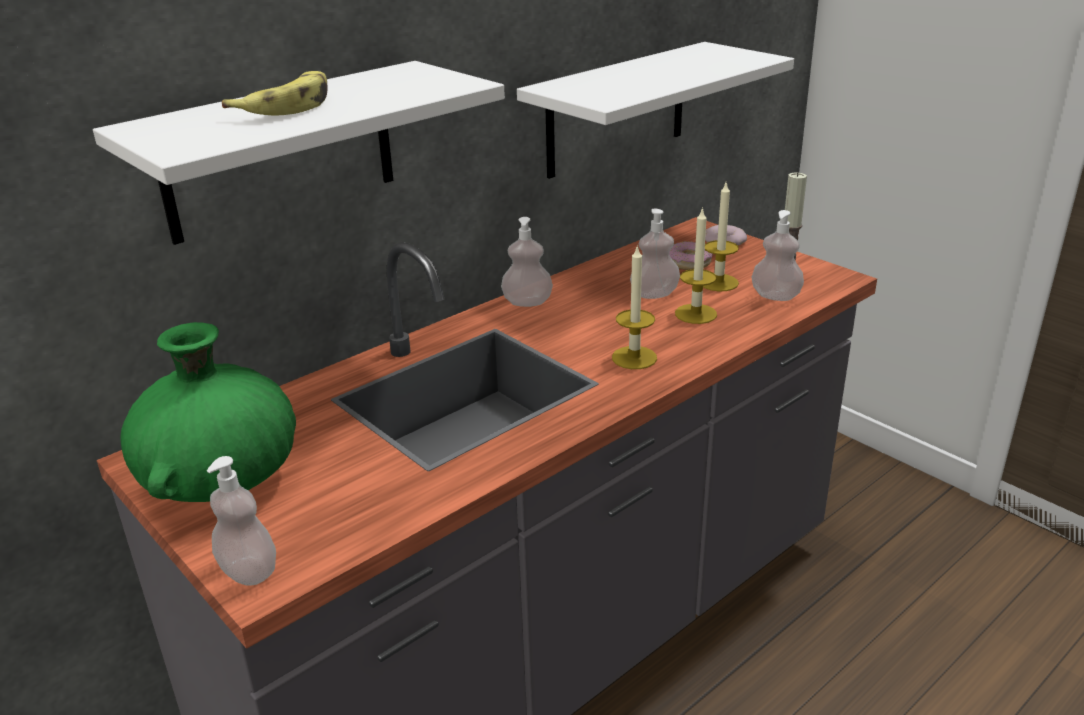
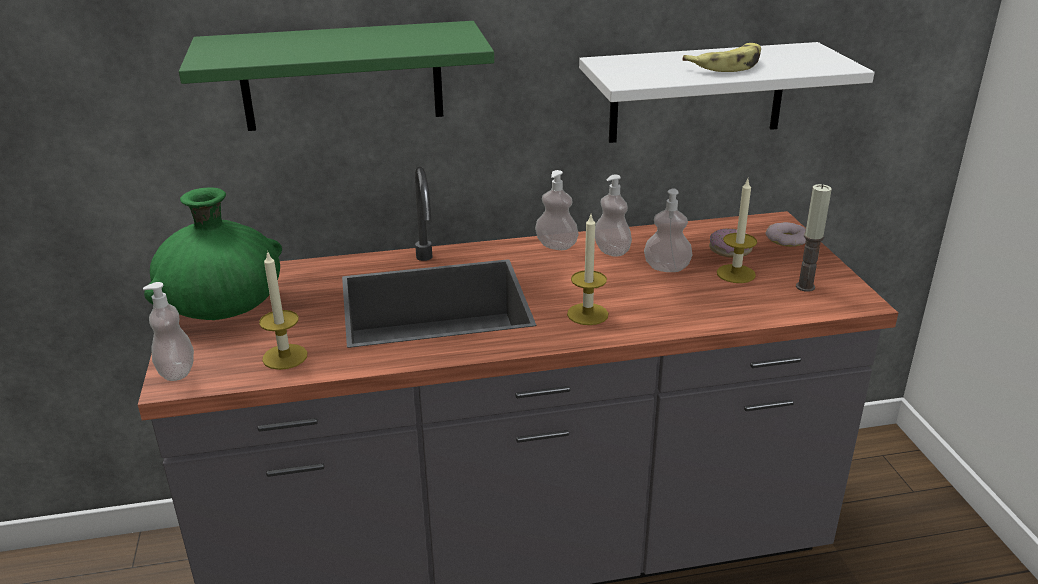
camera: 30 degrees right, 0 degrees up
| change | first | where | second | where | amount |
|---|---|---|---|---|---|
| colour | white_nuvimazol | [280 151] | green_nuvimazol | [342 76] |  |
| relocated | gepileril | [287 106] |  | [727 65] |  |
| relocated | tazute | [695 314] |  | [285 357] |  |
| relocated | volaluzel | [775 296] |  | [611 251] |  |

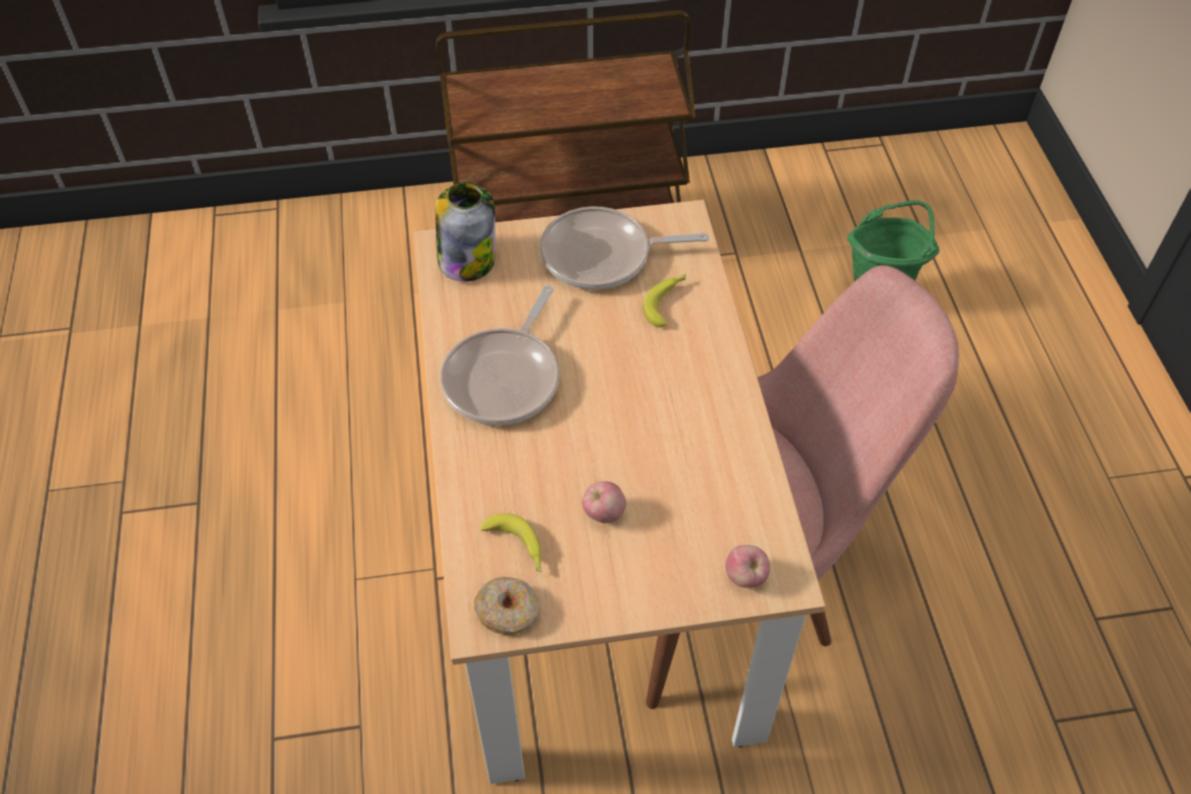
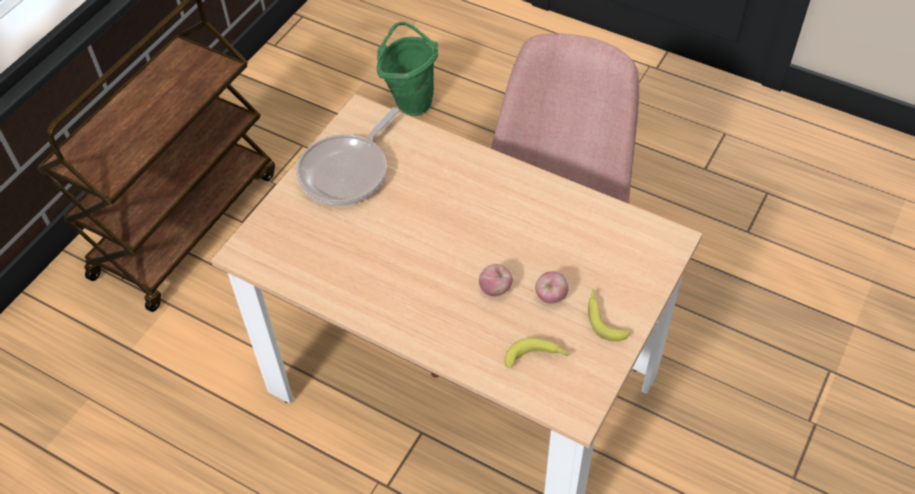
camera: 50 degrees left, 0 degrees up
| change | first | where | second | where | amount |
|---|---|---|---|---|---|
| missing | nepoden | [467 259] |  |  |  |
| relocated | gepileril | [667 302] |  | [604 318] |  |
| missing | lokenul | [505 377] |  |  |  |
| relocated | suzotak | [745 577] |  | [495 289] |  |
| missing | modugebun | [508 611] |  |  |  |

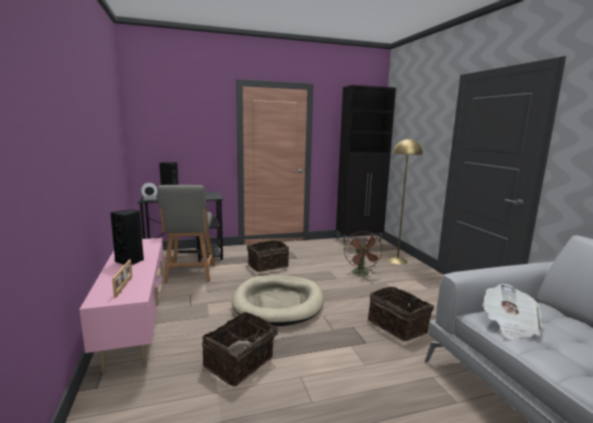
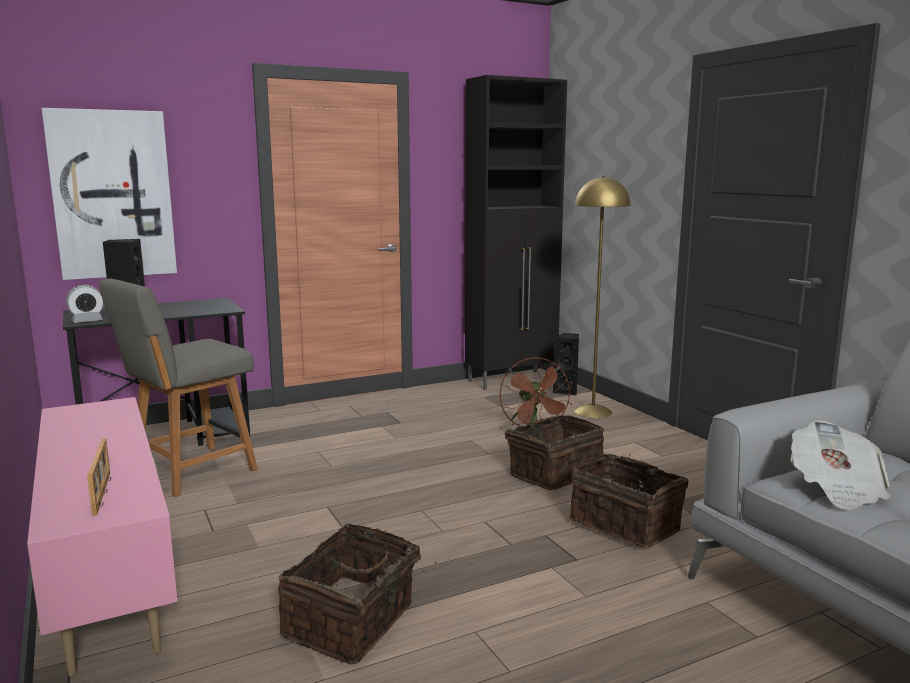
camera: 10 degrees left, 0 degrees up
| change | first | where | second | where | amount |
|---|---|---|---|---|---|
| spun | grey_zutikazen | [190 274] |  | [190 472] | 60 degrees clockwise |
| relocated | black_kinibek | [130 261] |  | [567 391] |  |
| relocated | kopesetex | [267 265] |  | [553 474] |  |
| missing | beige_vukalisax | [278 302] |  |  |  |
| appeared |  |  | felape | [112 194] |  |

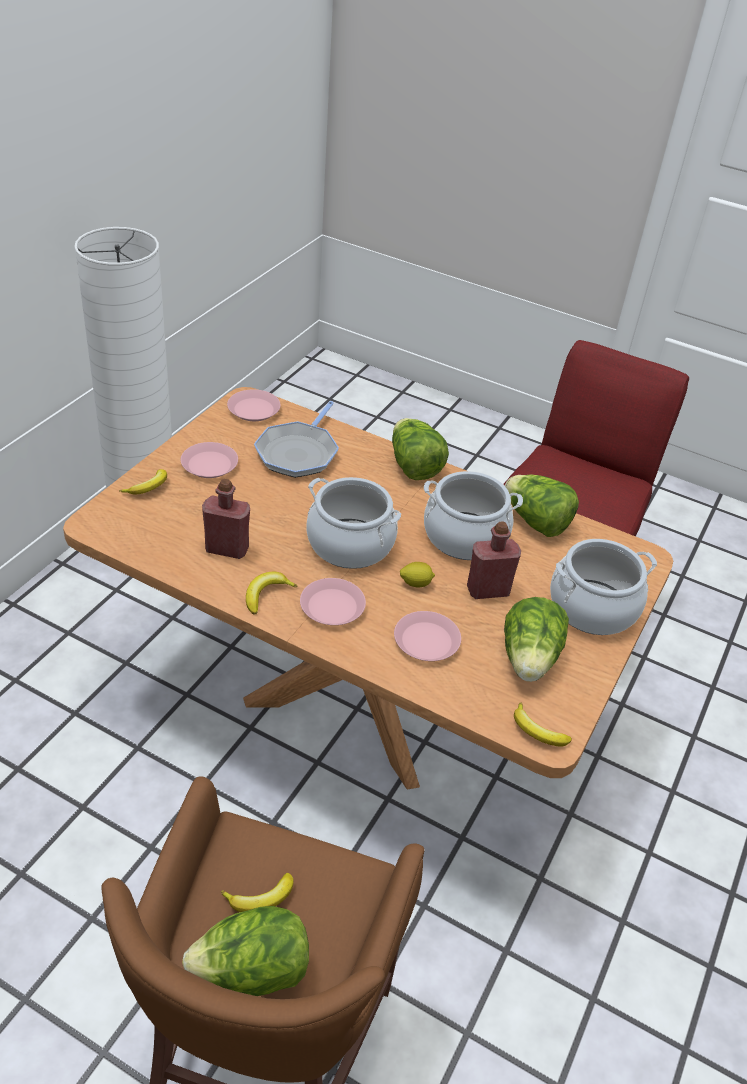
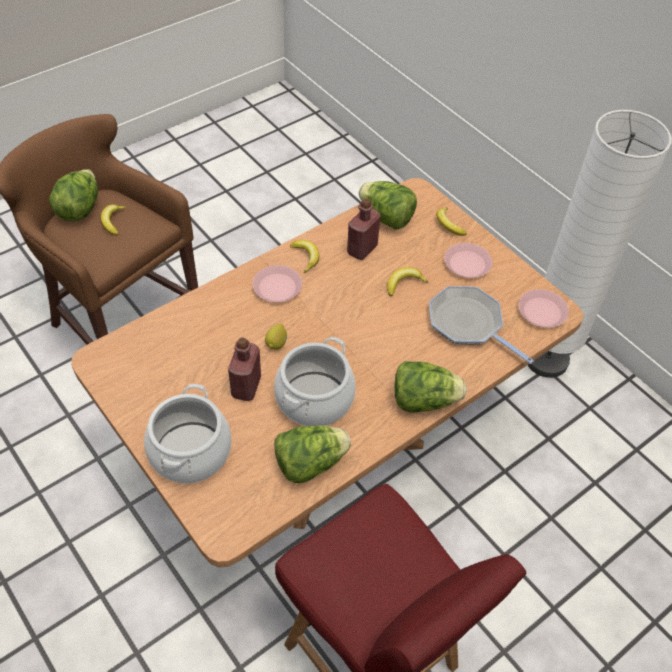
camera: 115 degrees right, 10 degrees up
| change | first | where | second | where | amount |
|---|---|---|---|---|---|
| missing | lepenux | [350 544] |  |  |  |
| relocated | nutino | [529 660] |  | [386 217] |  |
| missing | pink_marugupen | [426 641] |  |  |  |
| relocated | gepileril | [537 732] |  | [403 283] |  |

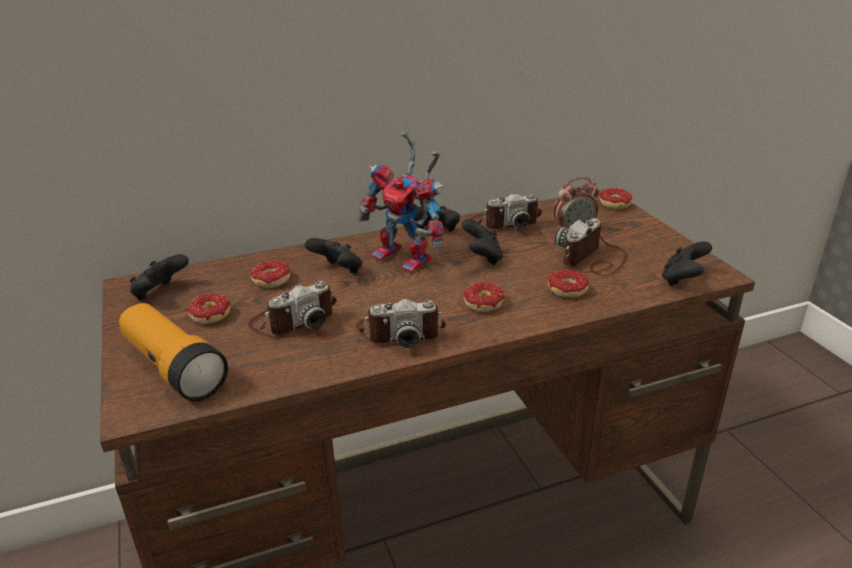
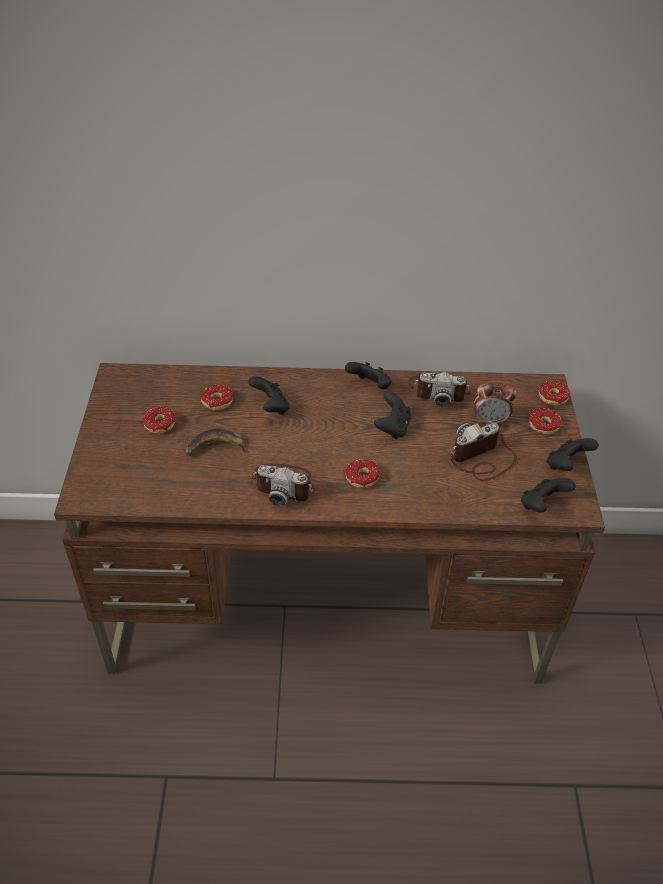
camera: 20 degrees right, 15 degrees up
| change | first | where | second | where | amount |
|---|---|---|---|---|---|
| missing | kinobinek | [409 259] |  |  |  |
| relocated | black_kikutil | [160 293] |  | [566 465] |  |
| relocated | modugebun | [565 293] |  | [540 428] |  |
| exchanged | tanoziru | [294 319] | gepileril | [215 448] |  |
| missing | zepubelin | [174 368] |  |  |  |

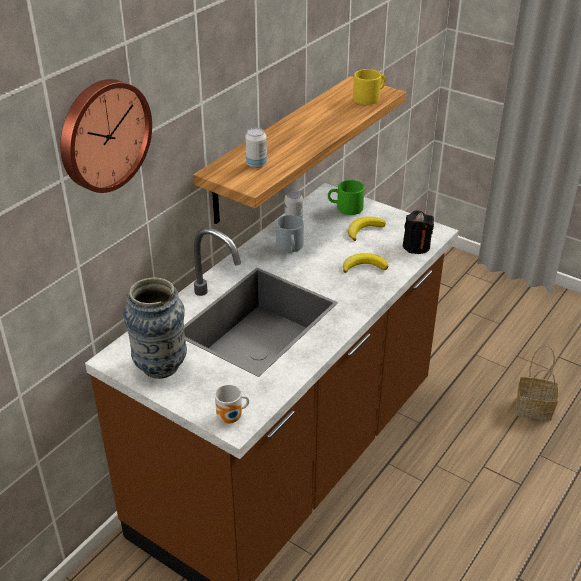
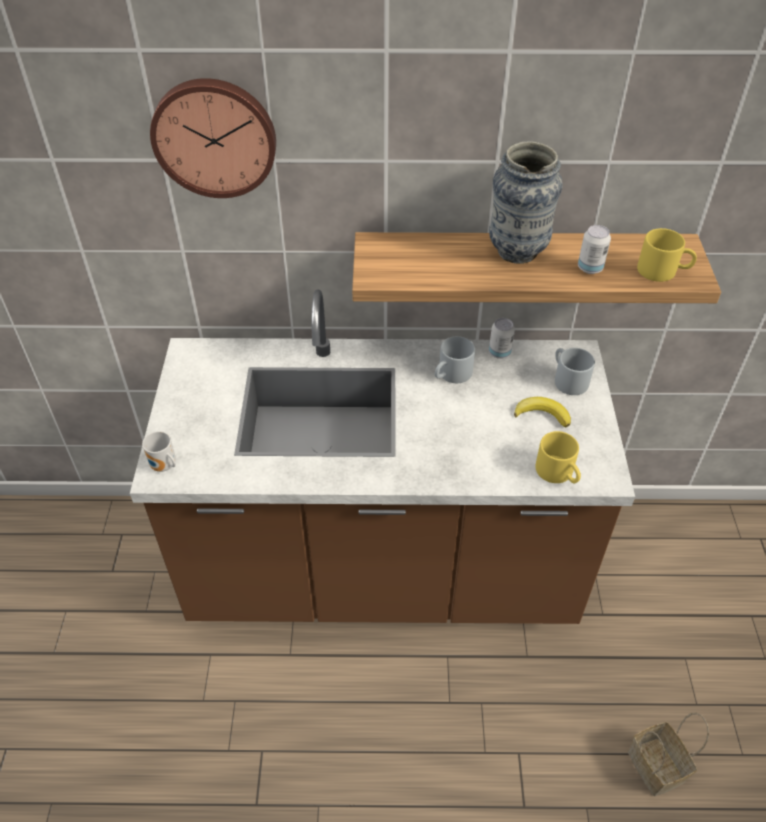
camera: 55 degrees right, 10 degrees up
| change | first | where | second | where | amount |
|---|---|---|---|---|---|
| relocated | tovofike | [256 164] |  | [590 268] |  |
| colour | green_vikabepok | [345 208] | grey_vikabepok | [567 379] |  |
| exchanged | black_tazute | [416 246] | yellow_vikabepok | [559 473] |  |
| missing | gepileril | [364 266] |  |  |  |
| relocated | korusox | [161 367] |  | [517 252] |  |

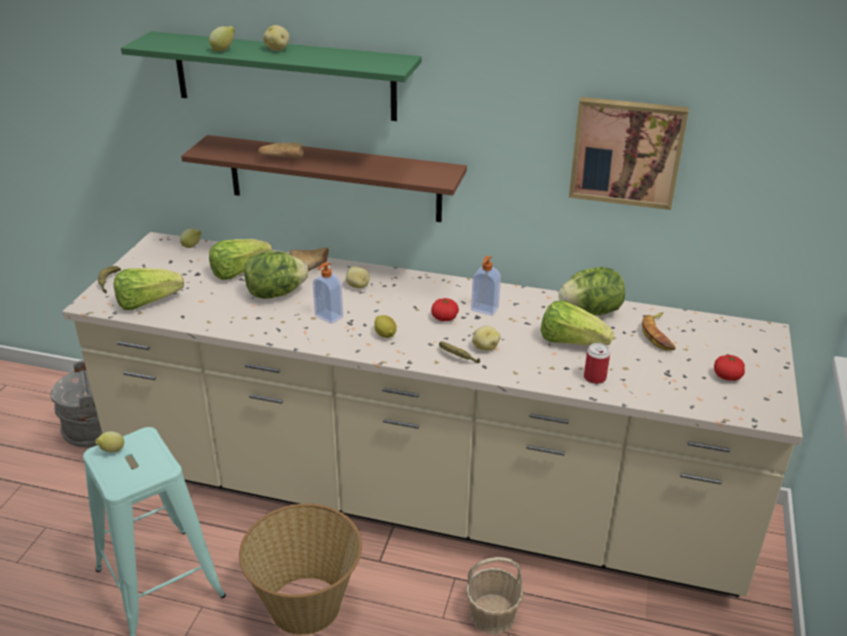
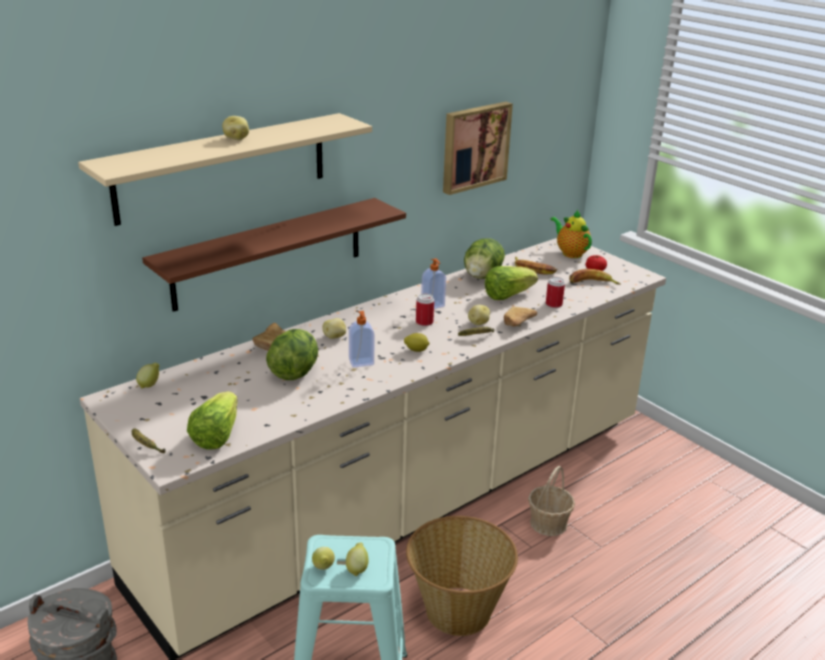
camera: 55 degrees left, 5 degrees down
| change | first | where | second | where | amount |
|---|---|---|---|---|---|
| relocated | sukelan | [223 50] |  | [357 568] |  |
| colour | green_nuvimazol | [284 76] | beige_nuvimazol | [222 167] |  |
| relocated | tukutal | [281 159] |  | [516 324] |  |
| missing | nutino | [239 272] |  |  |  |
| exchanged | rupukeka | [444 318] | tovofike | [424 322] |  |
| appeared |  |  | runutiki | [570 253] |  |
| appeared |  |  | gepileril | [592 283] |  |

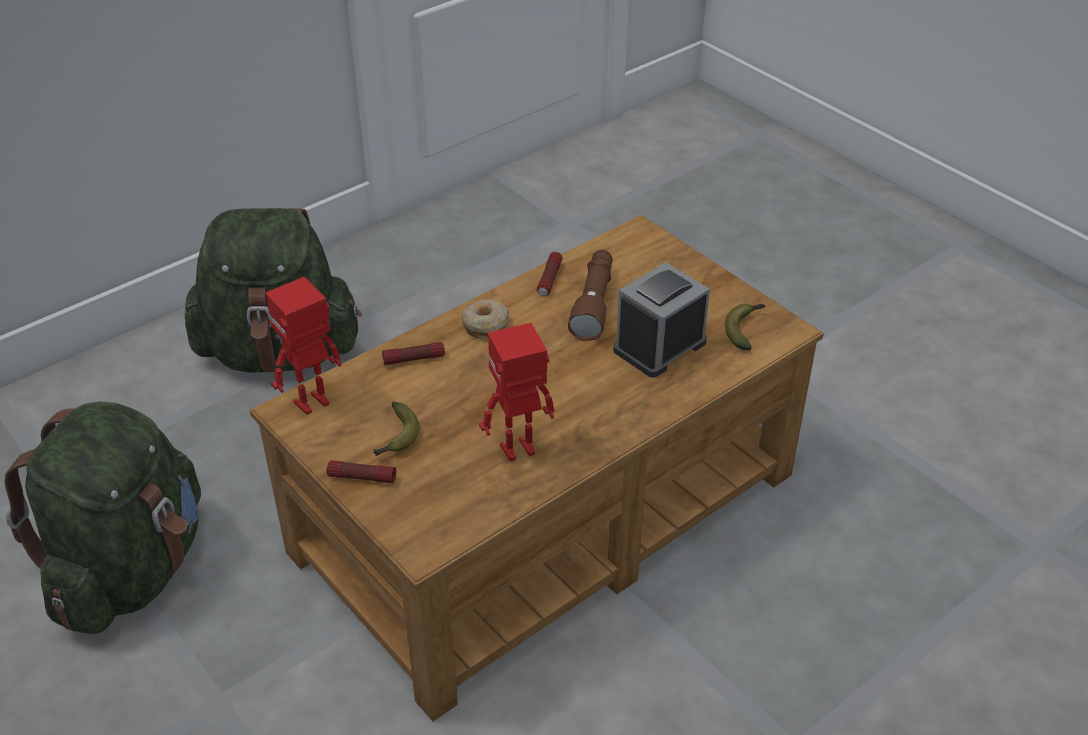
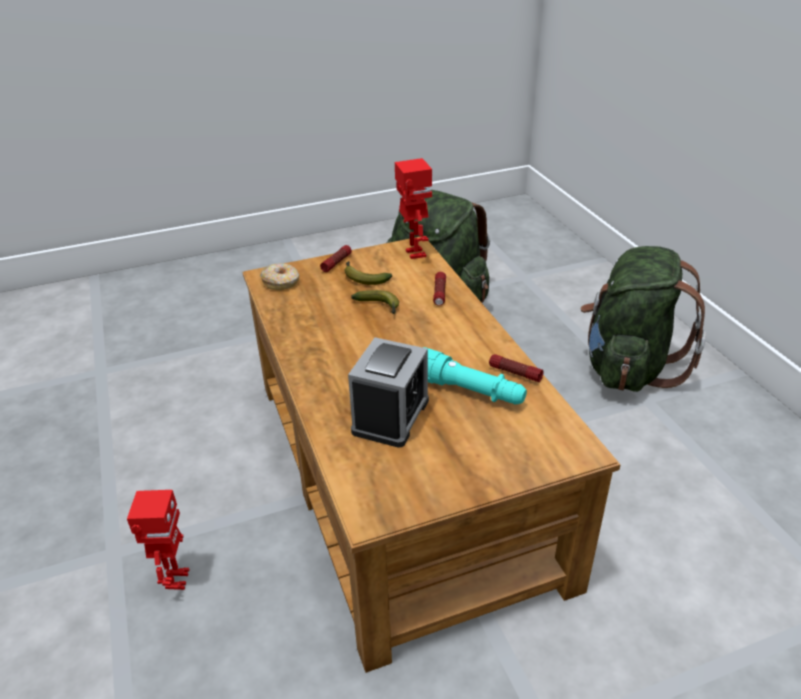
camera: 110 degrees right, 5 degrees down
| change | first | where | second | where | amount |
|---|---|---|---|---|---|
| colour | brown_zepubelin | [594 303] | turquoise_zepubelin | [469 391] |  |
| spun | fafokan | [659 346] |  | [390 416] | 45 degrees clockwise |
| relocated | modugebun | [485 325] |  | [281 282] |  |
| relocated | gepileril | [745 329] |  | [379 307] |  |
| relocated | kinobinek | [519 451] |  | [176 579] |  |

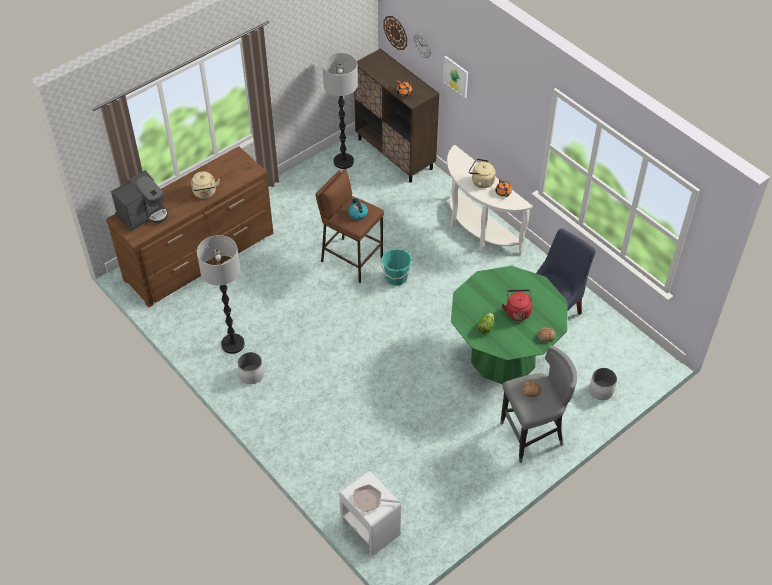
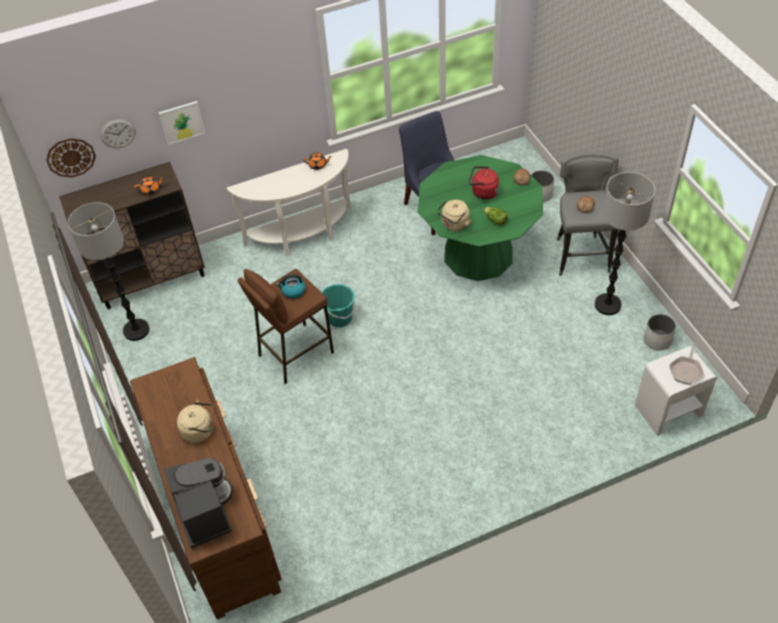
camera: 70 degrees left, 0 degrees up
| change | first | where | second | where | amount |
|---|---|---|---|---|---|
| relocated | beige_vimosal | [481 181] |  | [454 225] |  |
| relocated | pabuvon | [233 344] |  | [607 305] |  |
| relocated | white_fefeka | [251 374] |  | [657 340] |  |

